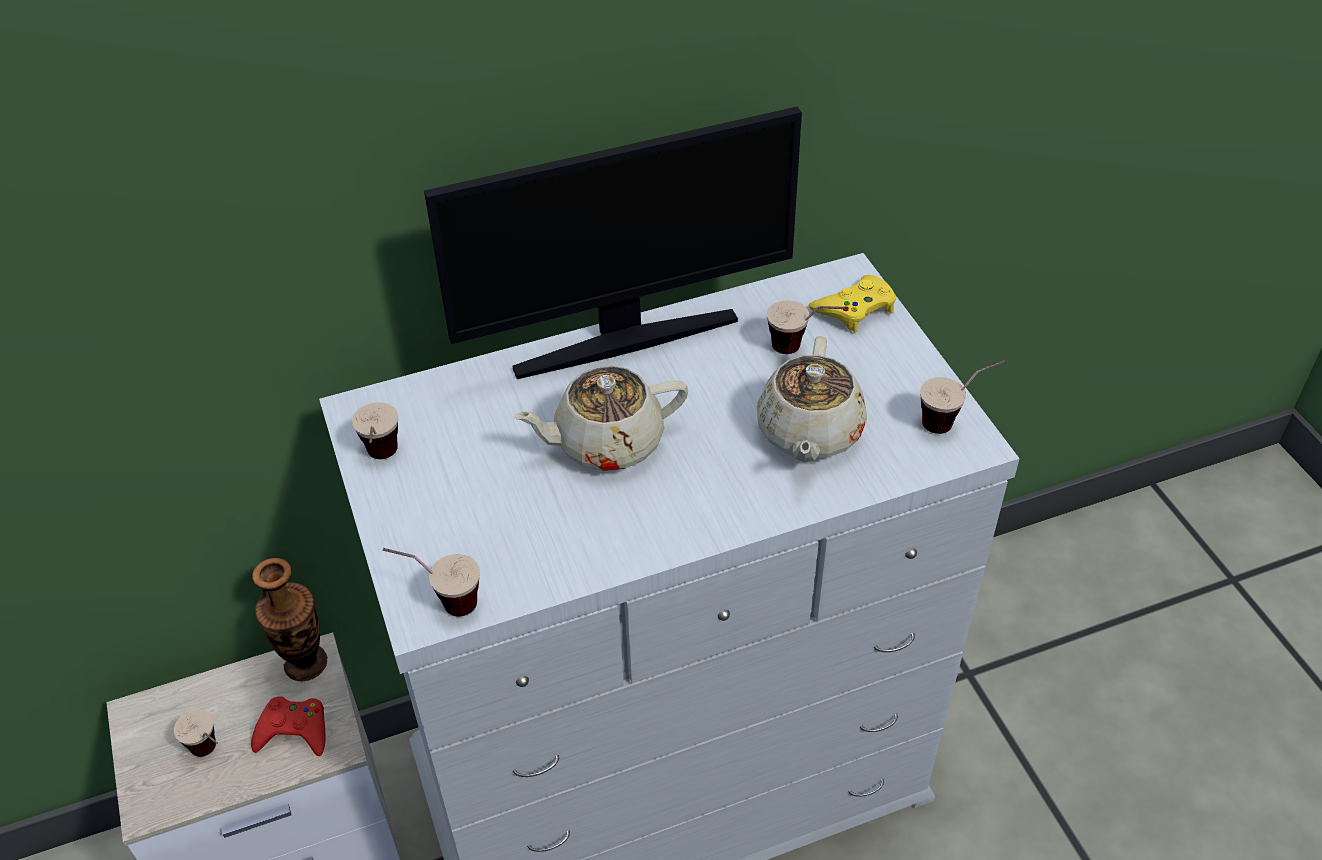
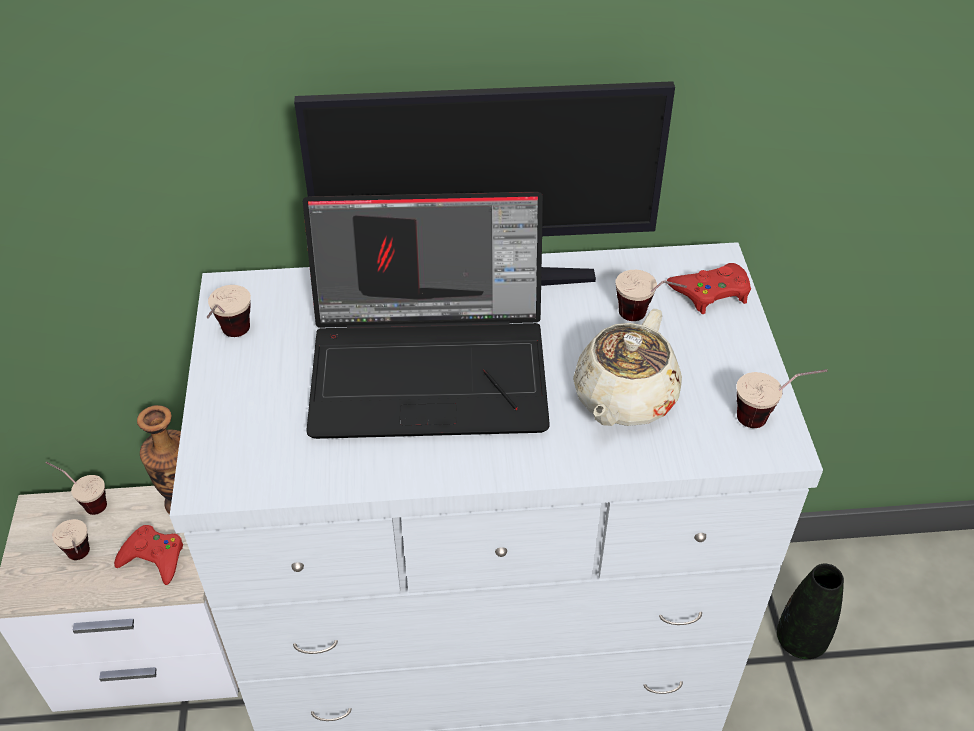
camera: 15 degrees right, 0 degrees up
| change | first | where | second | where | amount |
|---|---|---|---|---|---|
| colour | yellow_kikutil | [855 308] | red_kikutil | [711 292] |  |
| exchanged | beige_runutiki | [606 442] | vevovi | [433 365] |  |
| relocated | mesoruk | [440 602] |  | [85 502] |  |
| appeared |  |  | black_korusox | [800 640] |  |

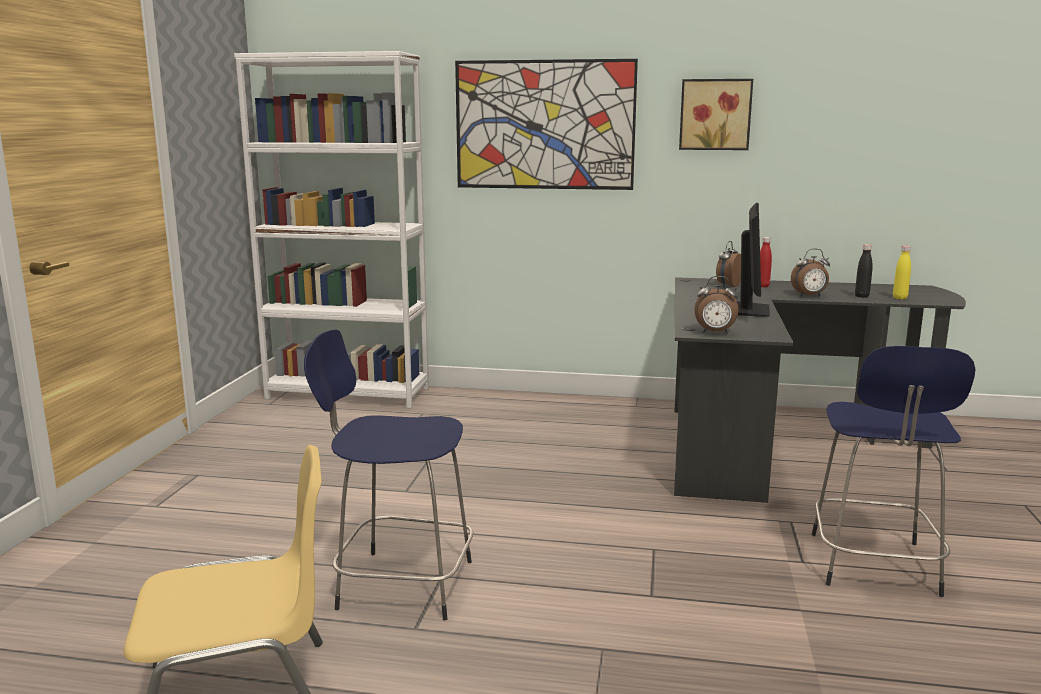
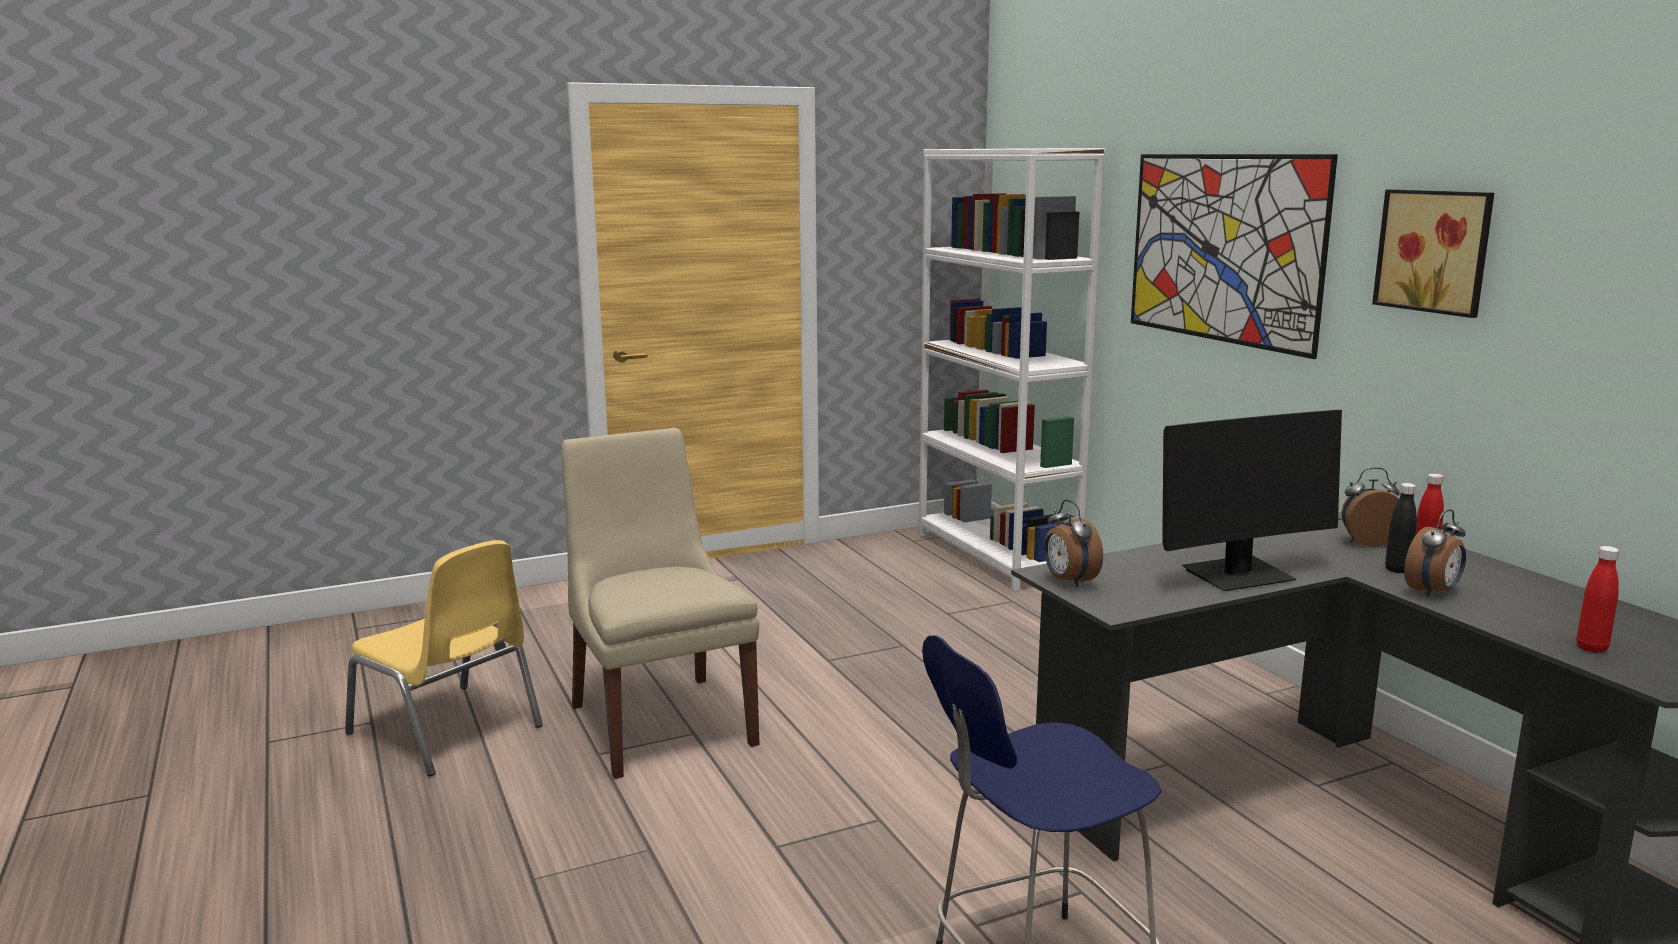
camera: 55 degrees right, 0 degrees up
| change | first | where | second | where | amount |
|---|---|---|---|---|---|
| relocated | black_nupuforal | [861 296] |  | [1397 570] |  |
| colour | yellow_nupuforal | [899 298] | red_nupuforal | [1591 648] |  |
| spun | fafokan | [809 296] |  | [1433 592] | 90 degrees counterclockwise |
| exchanged | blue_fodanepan | [400 584] | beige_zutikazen | [660 722] |  |

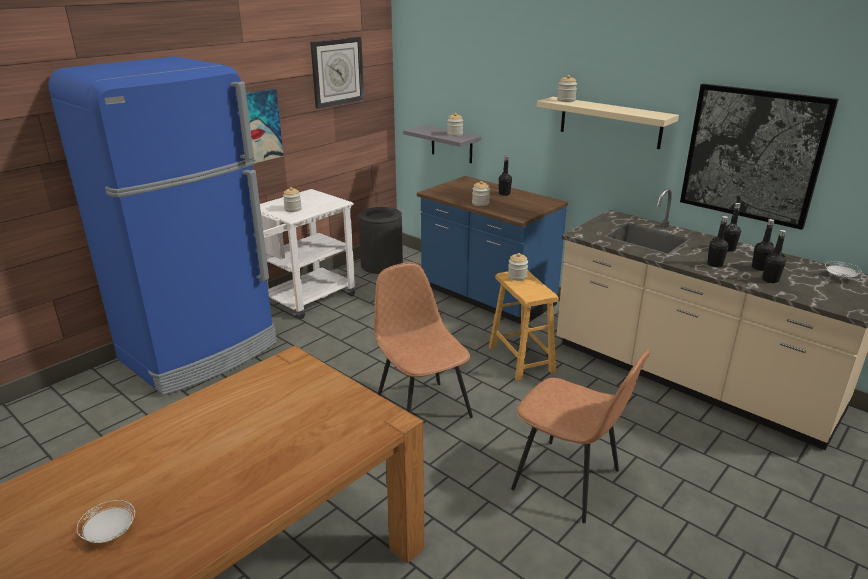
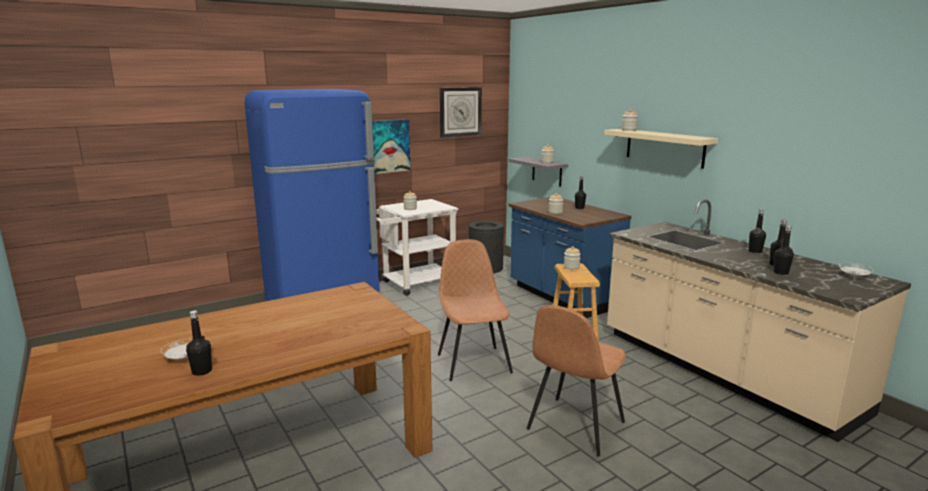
camera: 15 degrees right, 10 degrees down
| change | first | where | second | where | amount |
|---|---|---|---|---|---|
| missing | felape | [752 154] |  |  |  |
| relocated | black_nupuforal | [714 264] |  | [202 371] |  |
| spun | brown_zutikazen | [568 481] |  | [574 427] | 75 degrees clockwise |

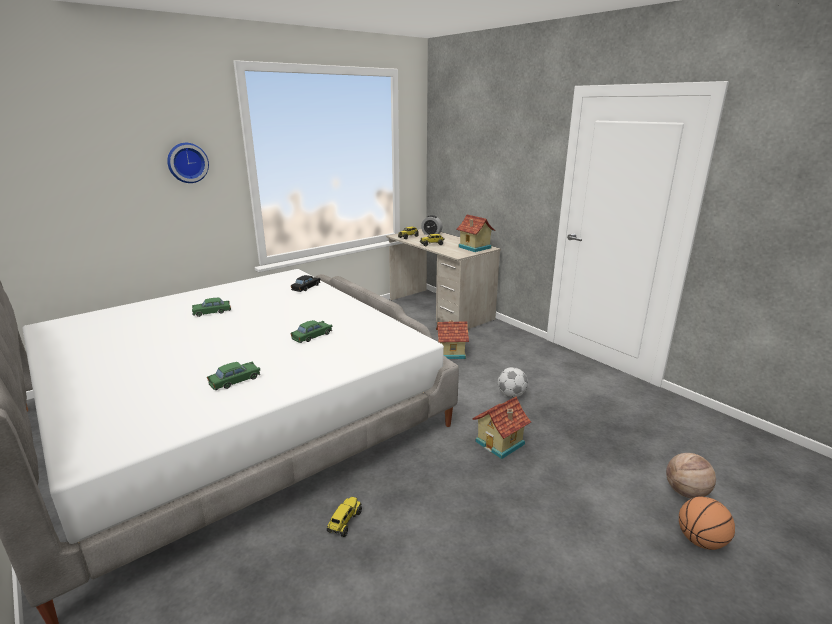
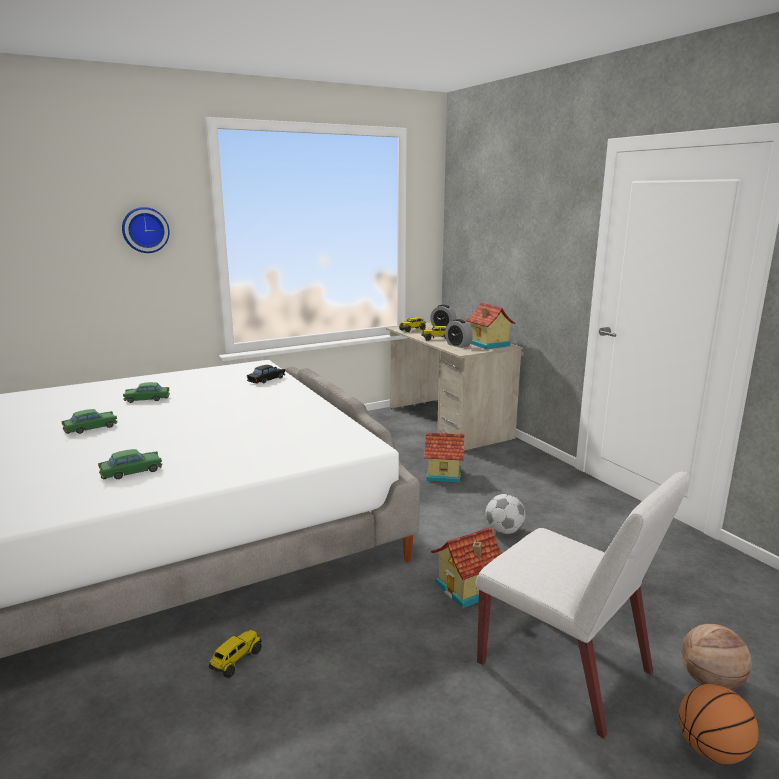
camera: 10 degrees right, 5 degrees down
| change | first | where | second | where | amount |
|---|---|---|---|---|---|
| relocated | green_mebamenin | [312 336] |  | [91 428] |  |
| appeared |  |  | fafokan | [458 345] |  |
| appeared |  |  | white_zutikazen | [566 669] |  |

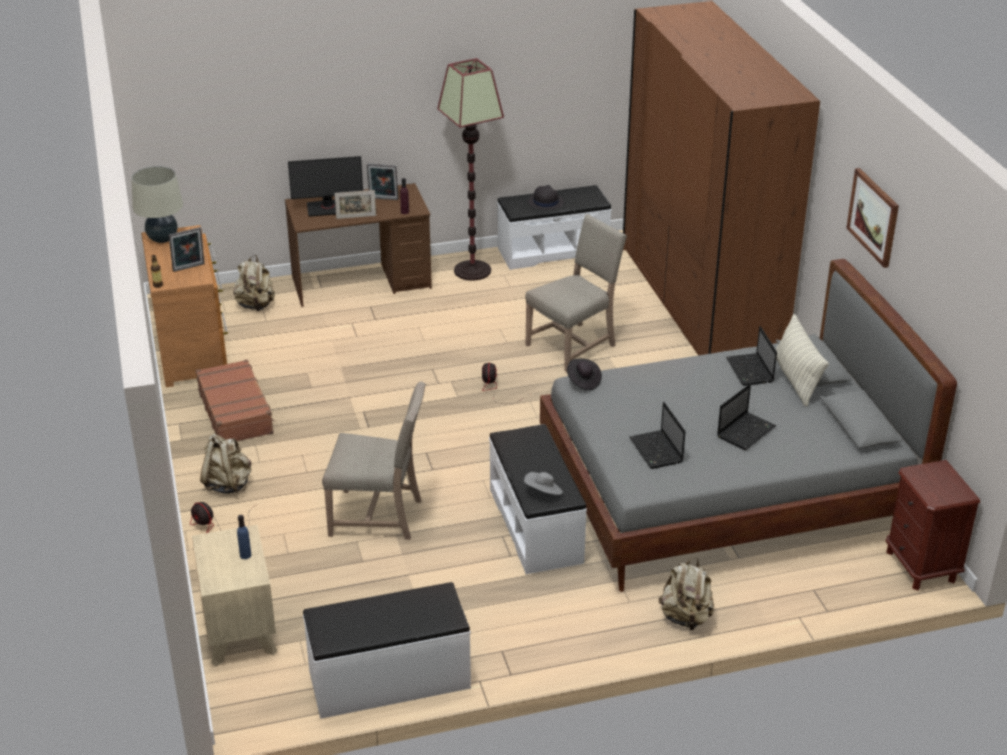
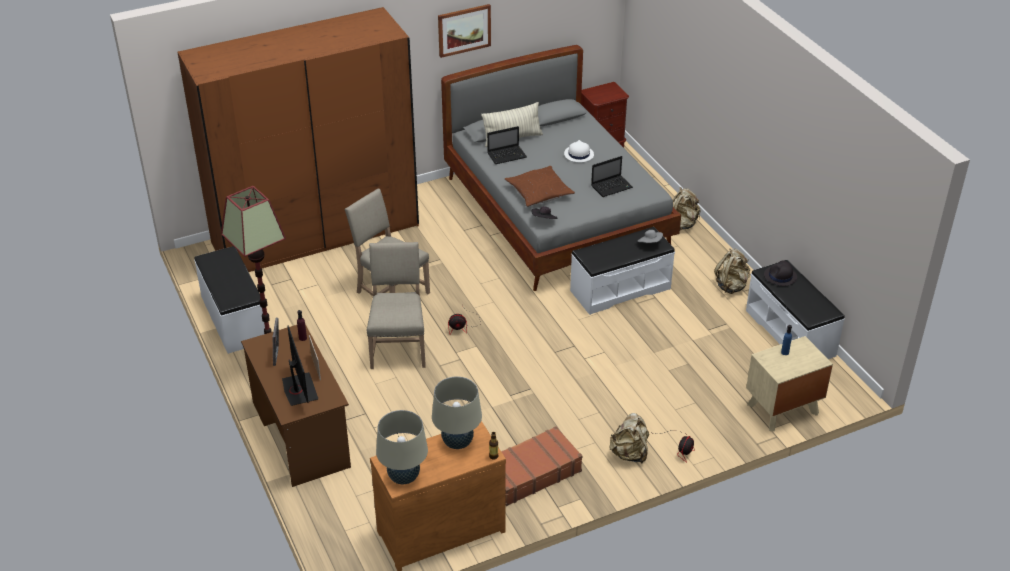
camera: 100 degrees left, 5 degrees up
| change | first | where | second | where | amount |
|---|---|---|---|---|---|
| relocated | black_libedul | [545 202] |  | [780 276] |  |
| exchanged | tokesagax | [189 268] | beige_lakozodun | [457 442] |  |
| relocated | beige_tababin | [256 306] |  | [731 286] |  |
| relocated | beige_zutikazen | [379 516] |  | [398 346] |  |
| exchanged | vevovi | [746 431] | white_libedul | [578 154] |  |
| appeared |  |  | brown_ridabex | [539 192] |  |

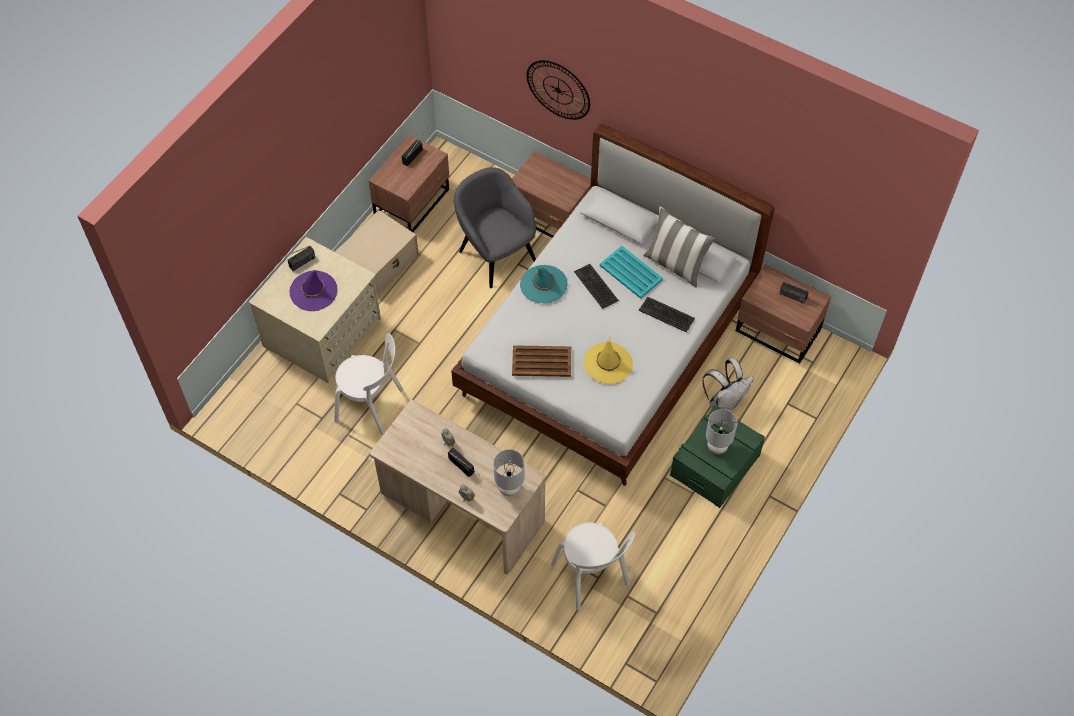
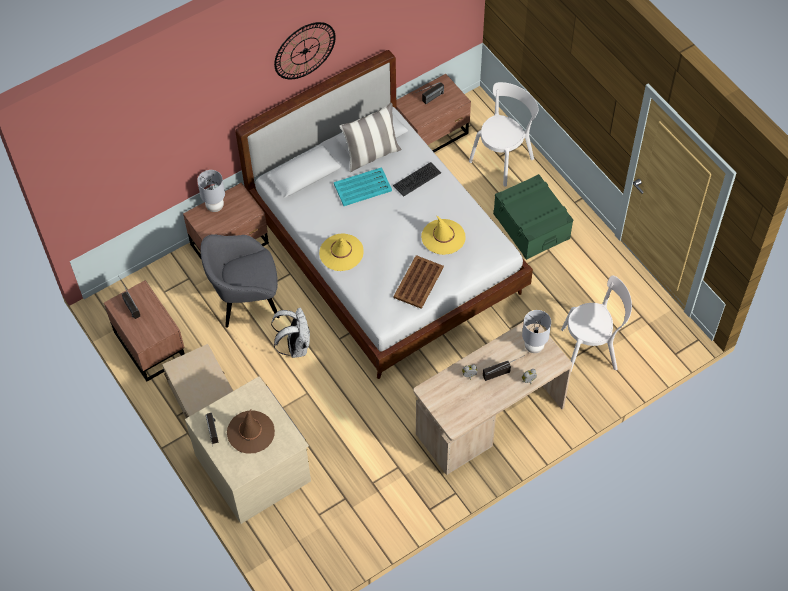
camera: 65 degrees left, 0 degrees up
| change | first | where | second | where | amount |
|---|---|---|---|---|---|
| relocated | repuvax | [558 90] |  | [304 50] |  |
| missing | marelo | [596 286] |  |  |  |
| colour | turquoise_libedul | [543 284] | yellow_libedul | [341 252] |  |
| colour | purple_libedul | [313 291] | brown_libedul | [251 432] |  |
| relocated | white_zutikazen | [372 406] |  | [503 158] |  |
| relocated | white_tababin | [724 402] |  | [295 346] |  |
| relocated | grey_lakozodun | [717 447] |  | [215 206] |  |

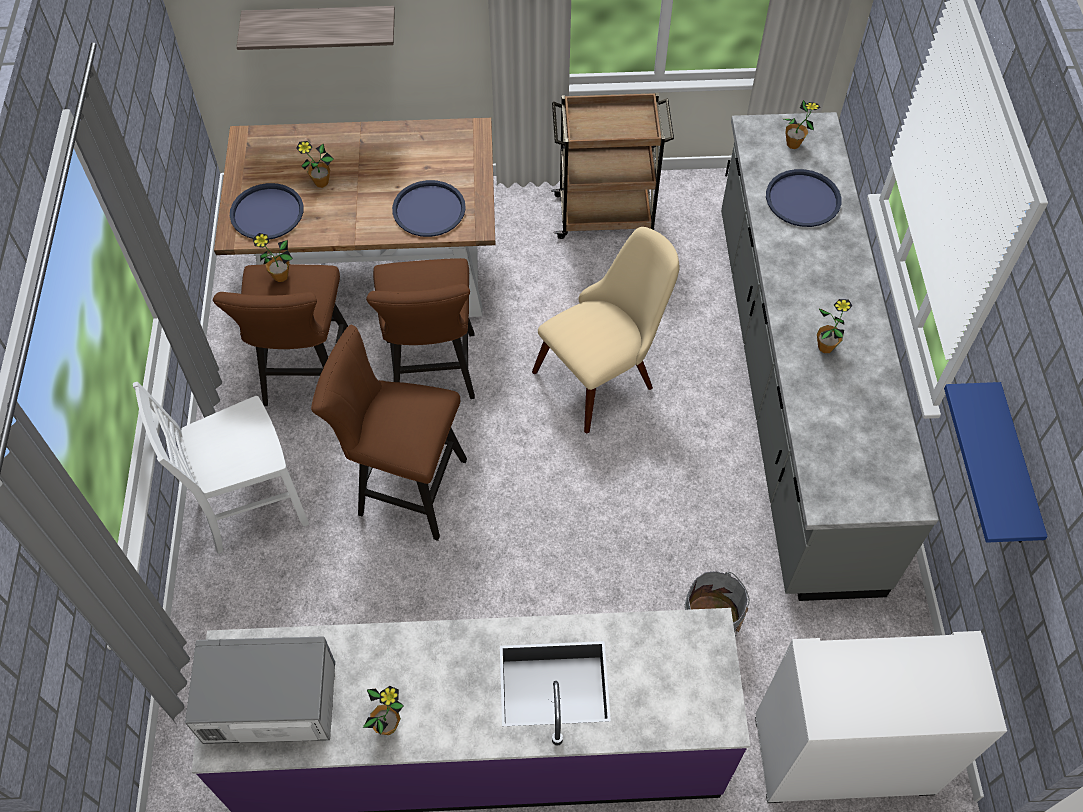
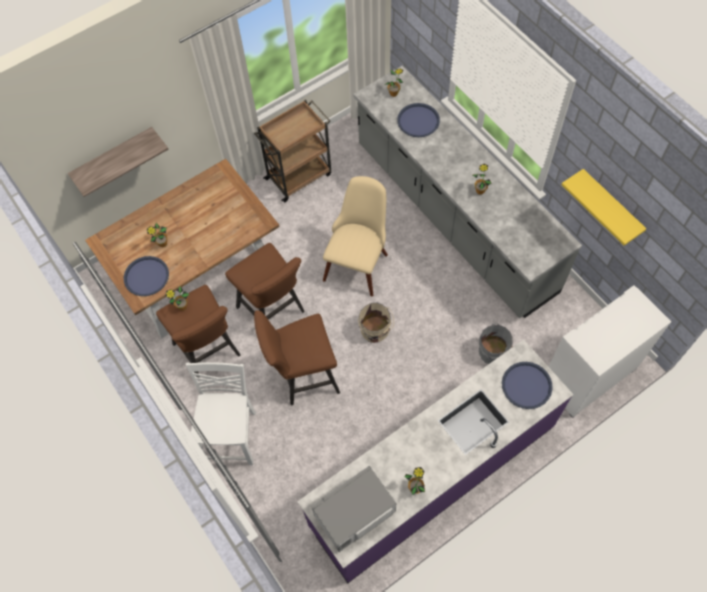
camera: 30 degrees left, 5 degrees up
| change | first | where | second | where | amount |
|---|---|---|---|---|---|
| relocated | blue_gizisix | [429 209] |  | [526 385] |  |
| spun | white_zutikazen | [249 508] |  | [232 436] | 150 degrees clockwise |
| colour | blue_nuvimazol | [1013 470] | yellow_nuvimazol | [610 206] |  |
| appeared |  |  | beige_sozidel | [375 330] |  |

